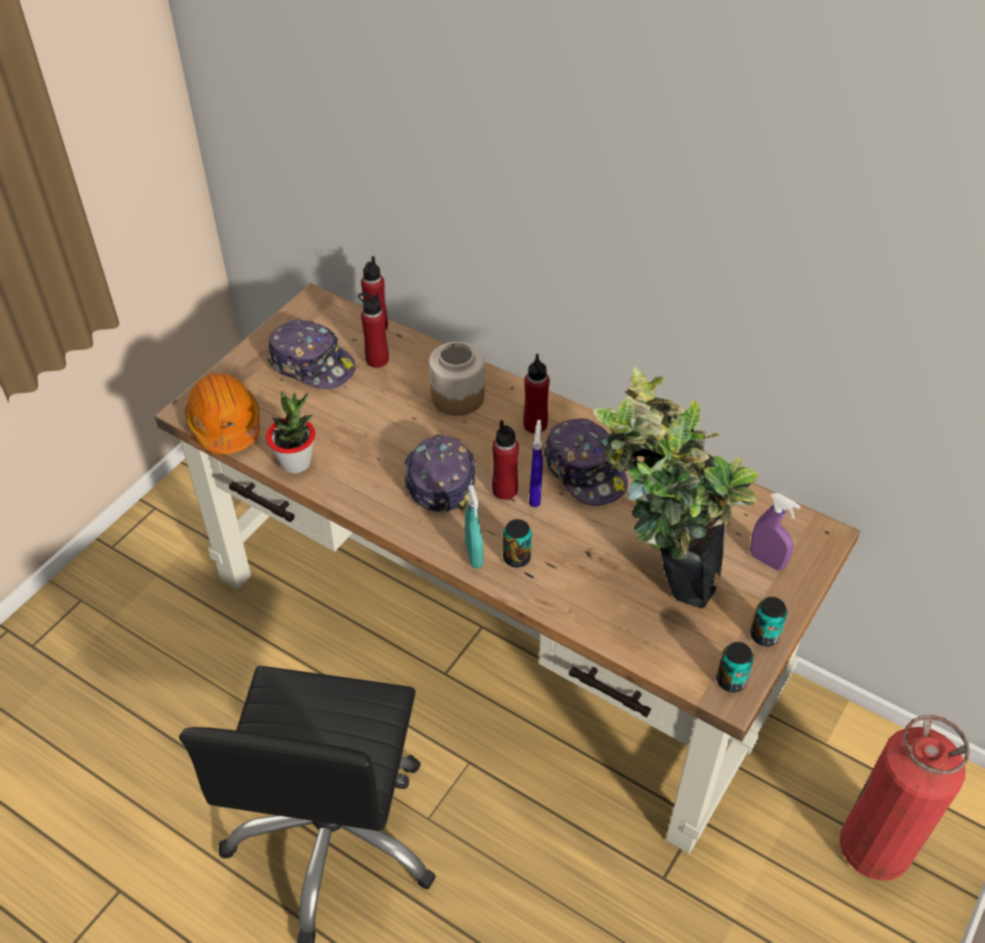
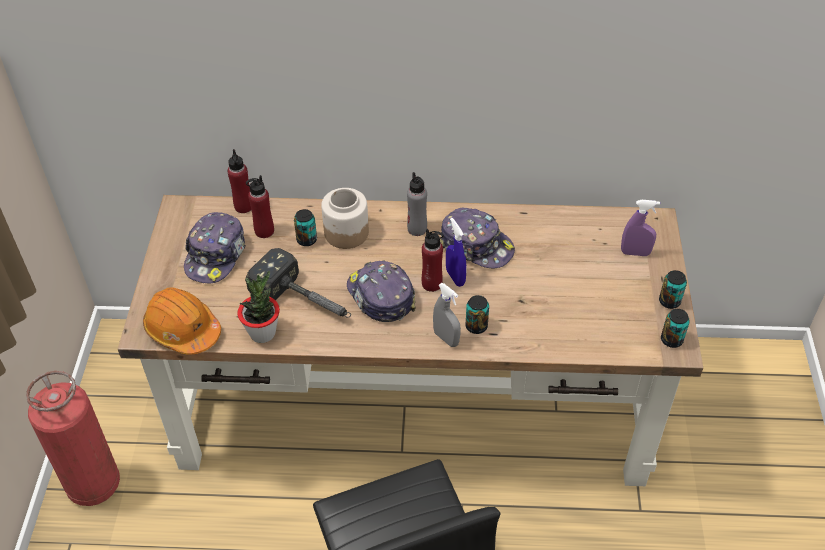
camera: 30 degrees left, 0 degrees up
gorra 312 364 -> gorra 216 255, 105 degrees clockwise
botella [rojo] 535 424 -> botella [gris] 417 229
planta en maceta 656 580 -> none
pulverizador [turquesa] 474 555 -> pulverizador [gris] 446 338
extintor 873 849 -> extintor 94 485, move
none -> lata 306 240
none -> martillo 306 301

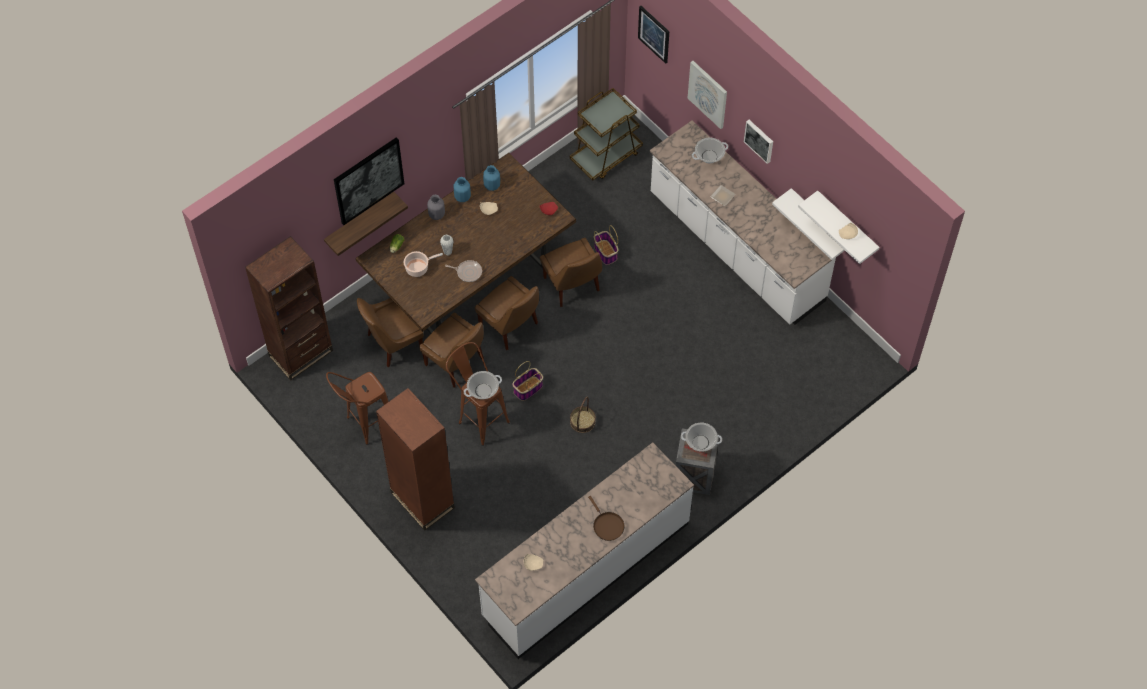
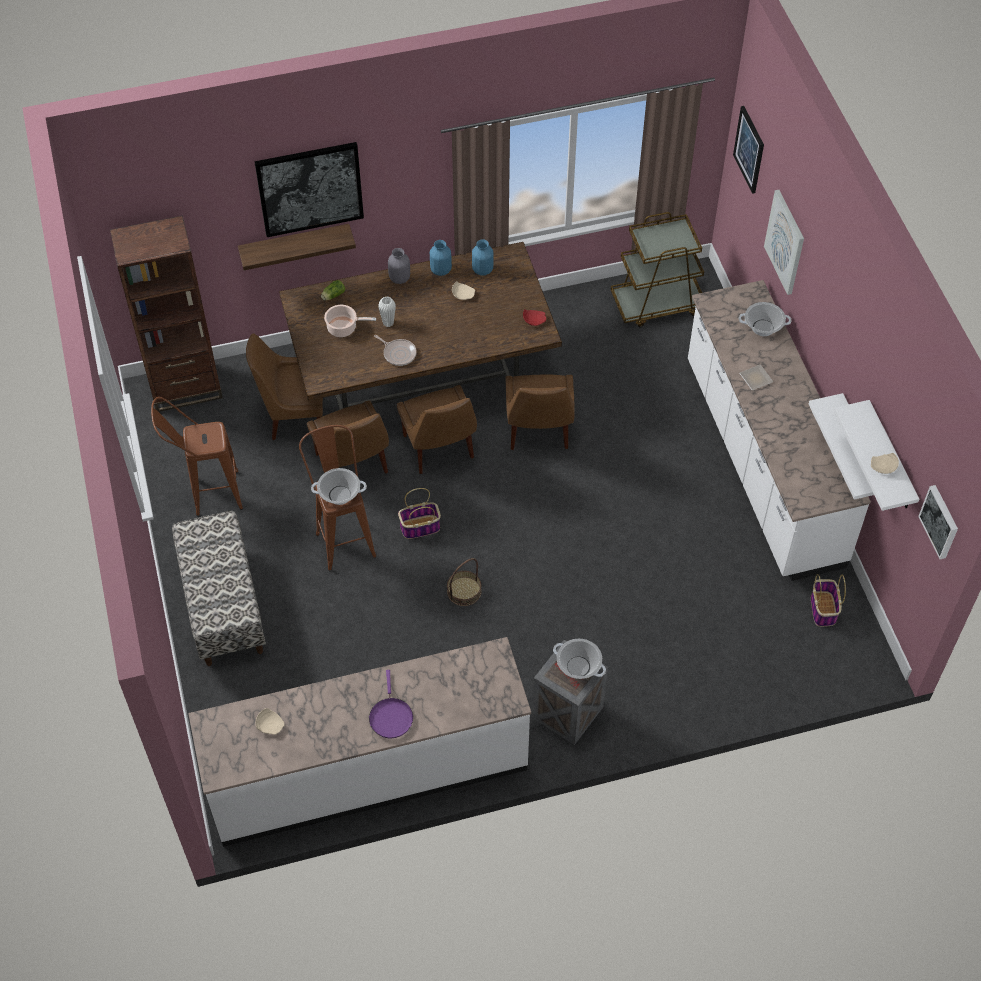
camera: 25 degrees right, 5 degrees down
cuadro 759 140 -> cuadro 940 521, move
cesta 606 252 -> cesta 823 609, move
estantería [marrón] 422 500 -> banco 223 605
sartén [marrón] 607 525 -> sartén [morado] 390 716

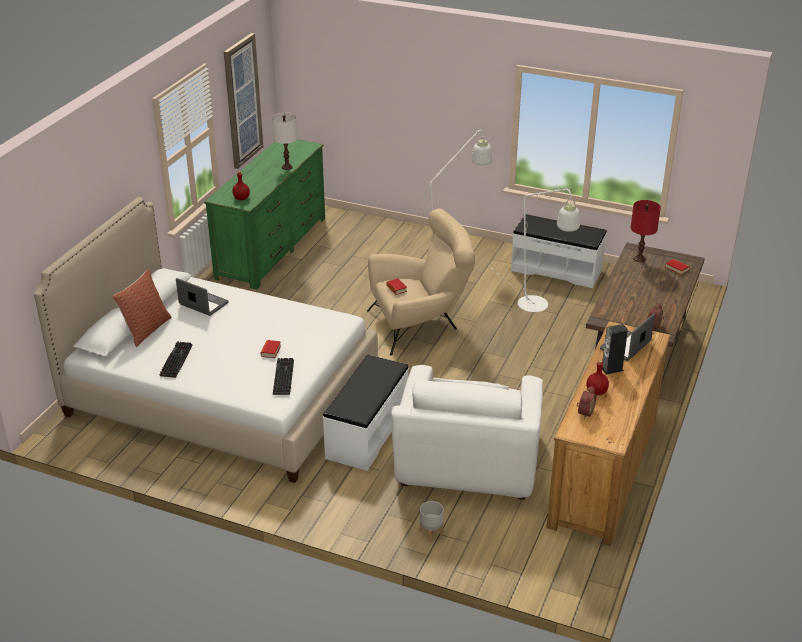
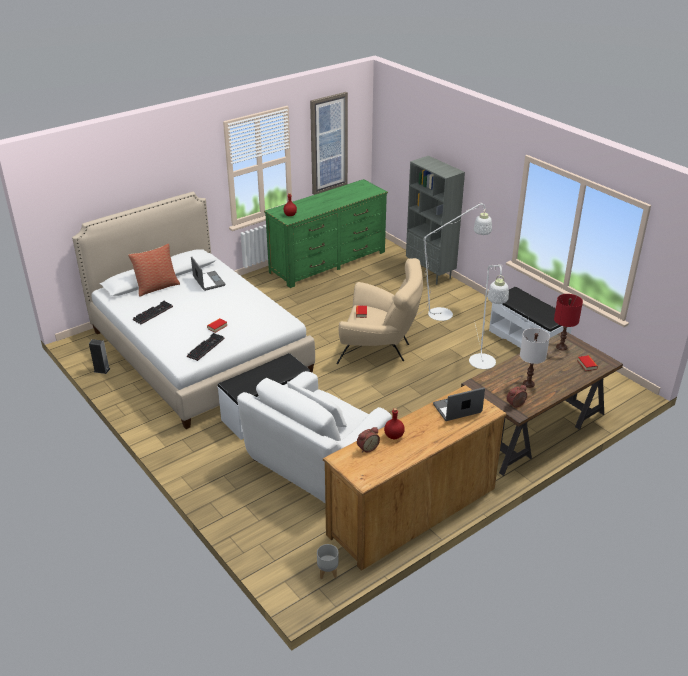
camera: 30 degrees right, 0 degrees up
lámpara de mesa [blanco] 287 167 -> lámpara de mesa [blanco] 528 384, move
altavoz 612 369 -> altavoz 102 370, move
maceta [gris] 430 532 -> maceta [gris] 327 572, move
none -> estantería [gris] 430 273

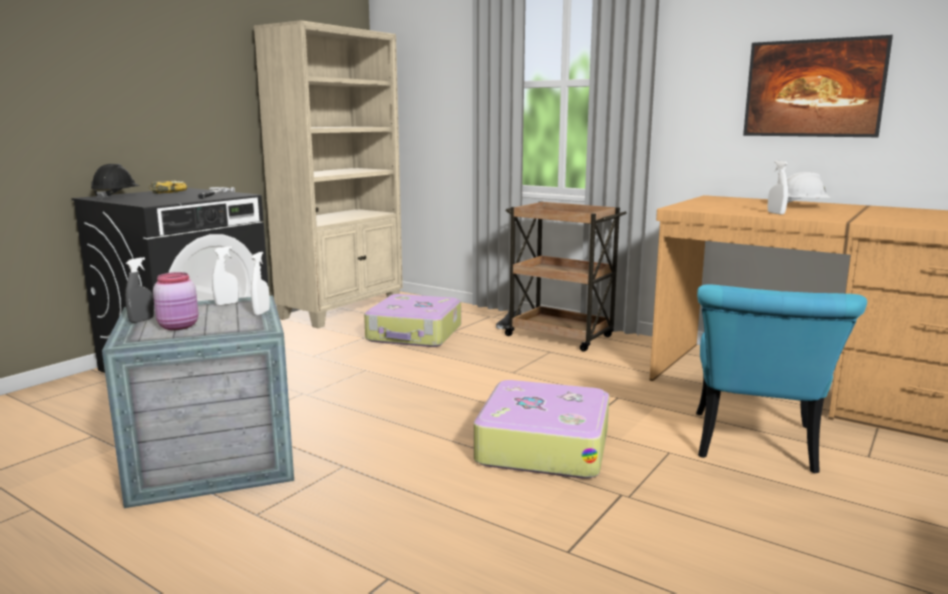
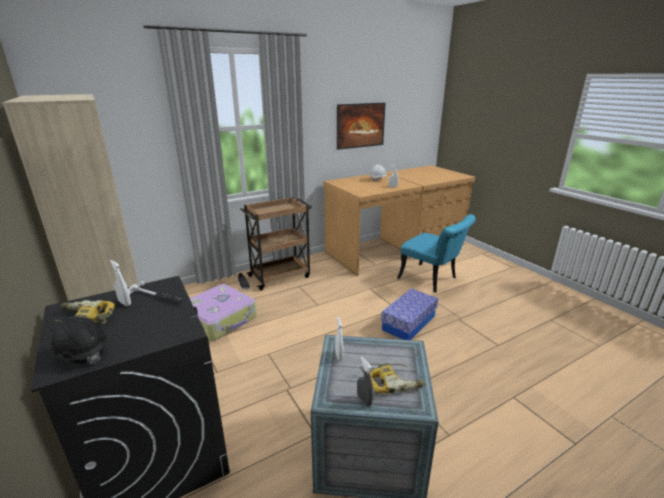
camera: 65 degrees left, 10 degrees up
pulverizador [blanco] 261 312 -> pulverizador [blanco] 125 303, move
tarro [rosa] 179 326 -> taladro 391 381
maleta 542 445 -> caja de almacenaje 409 323

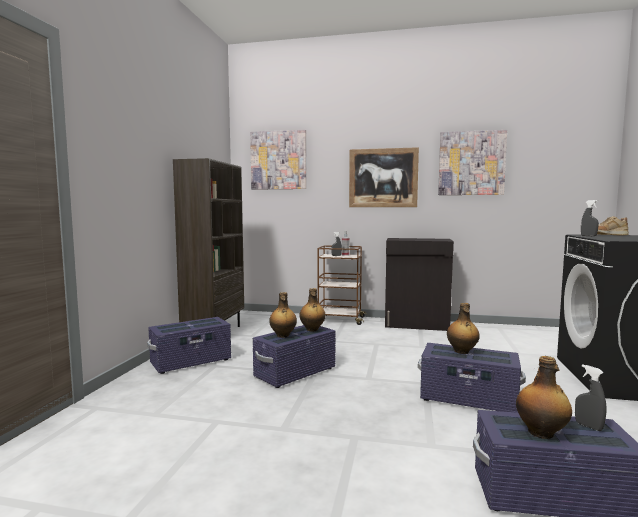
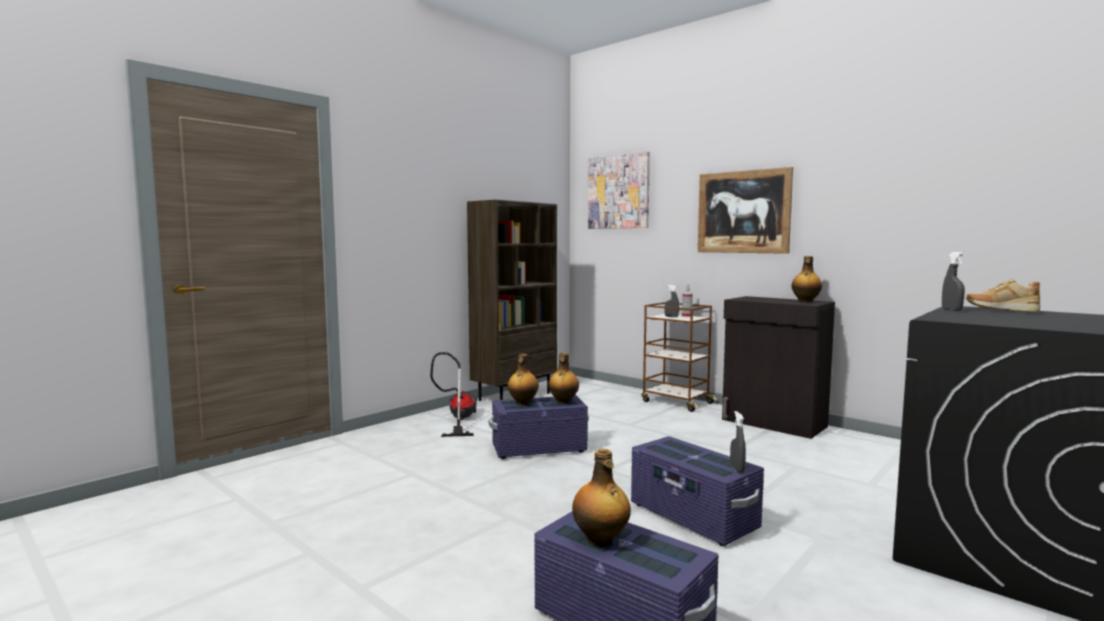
camera: 30 degrees right, 0 degrees up
cuadro 471 163 -> none
botella 462 352 -> botella 805 301, move
caja de almacenaje [morado] 191 362 -> aspiradora 458 420
pulverizador [gris] 588 426 -> pulverizador [gris] 737 469, move

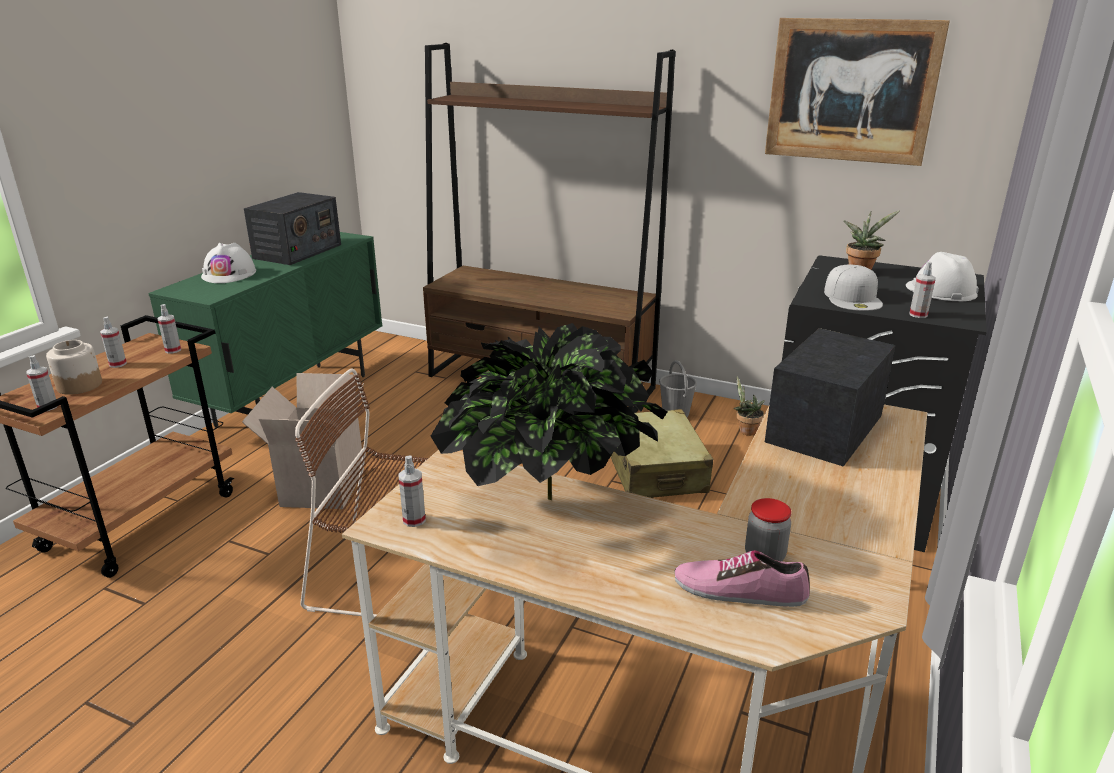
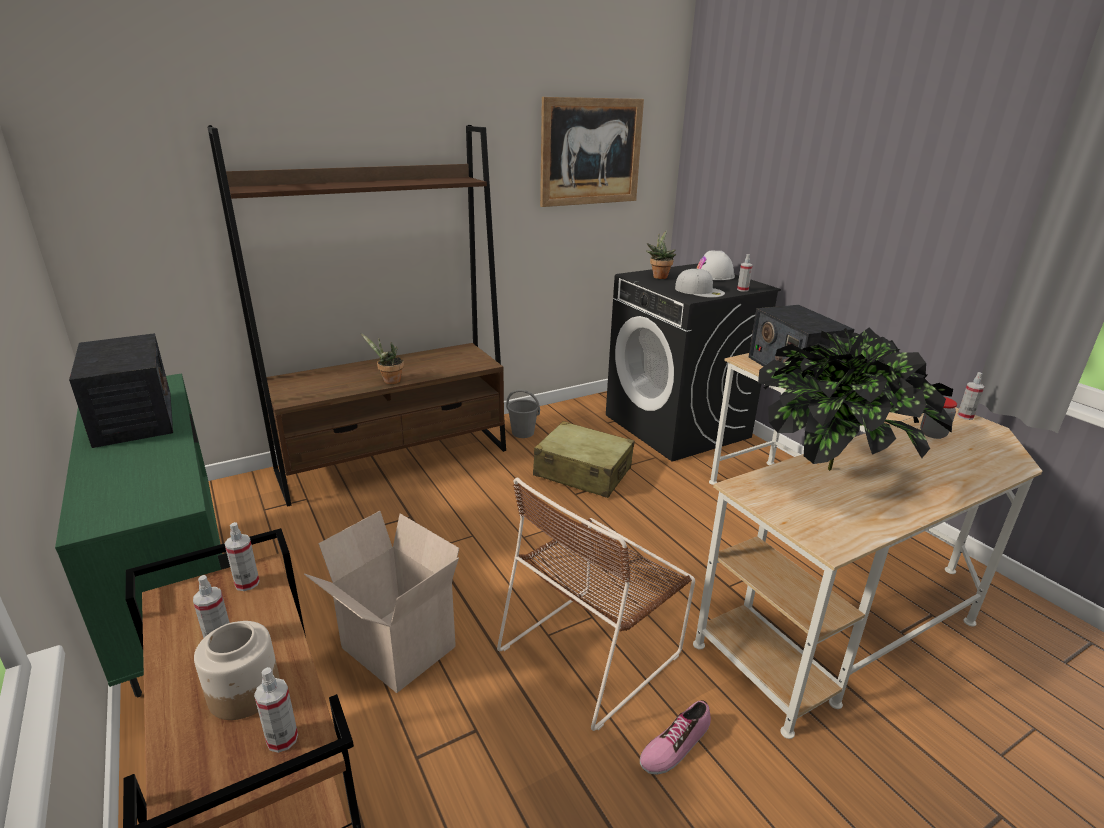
camera: 55 degrees left, 0 degrees up
casco [blanco] 229 274 -> none
planta en maceta 745 430 -> planta en maceta 389 381, move
pulverizador 414 520 -> pulverizador 965 416, move
zapato 739 590 -> zapato 675 744, move

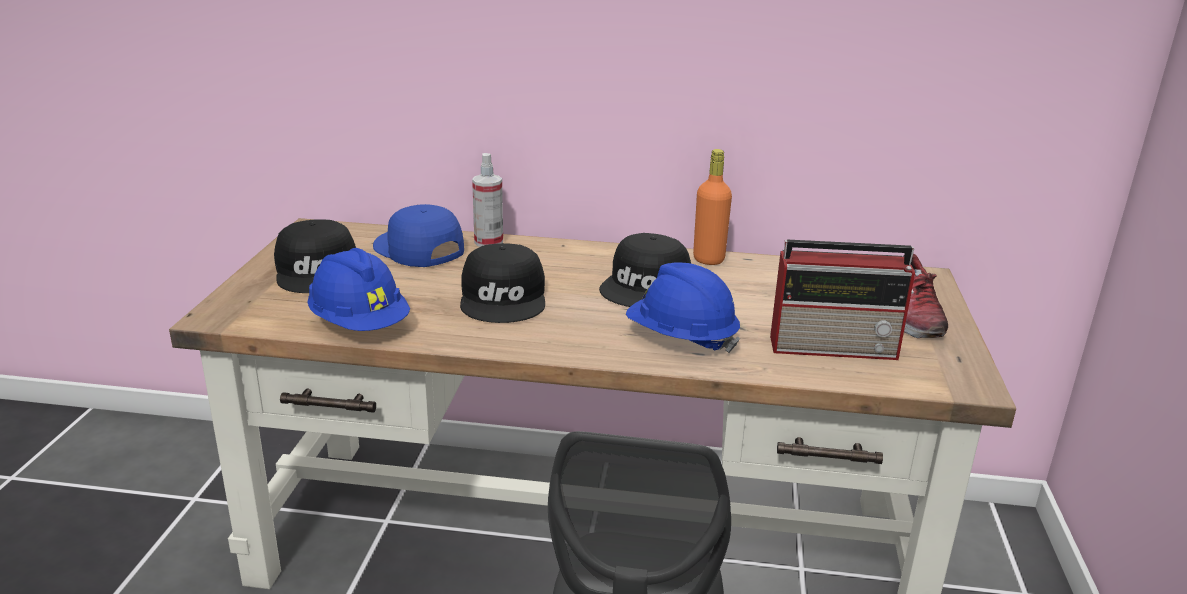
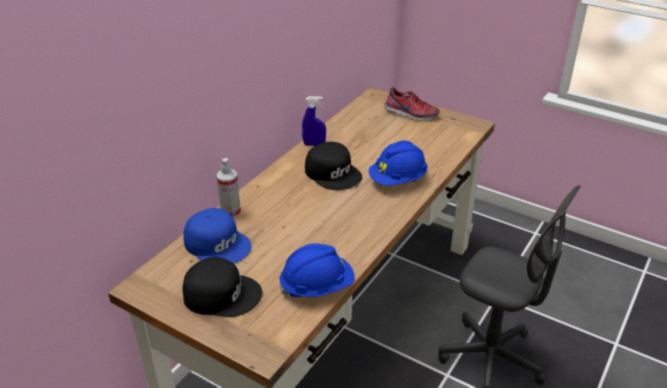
camera: 65 degrees left, 10 degrees up
botella [naranja] 708 259 -> pulverizador [azul] 314 144
gorra [azul] 417 249 -> gorra [azul] 218 243, 120 degrees counterclockwise
radio 836 347 -> none
gorra [negro] 505 298 -> none

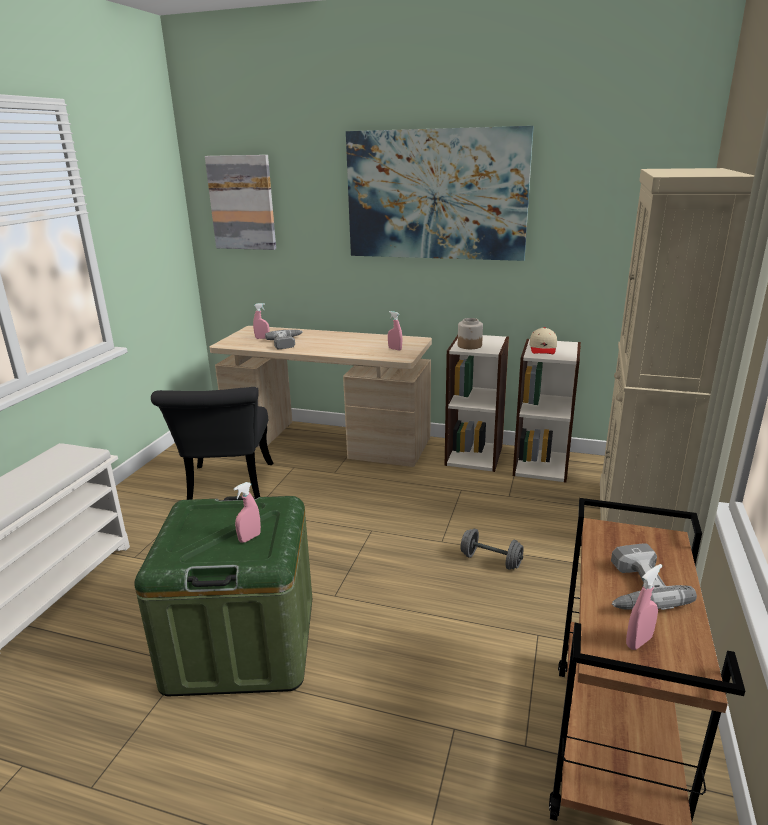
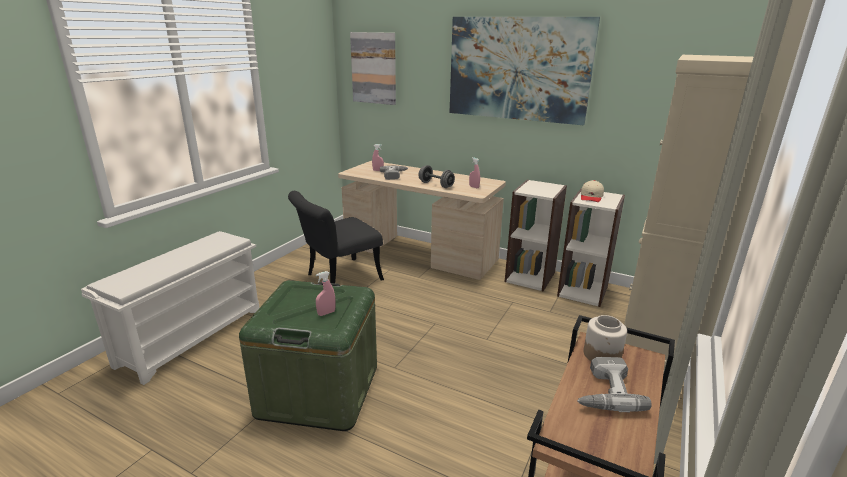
camera: 10 degrees right, 0 degrees up
tarro 470 345 -> tarro 602 354, move
silla [negro] 227 488 -> silla [negro] 338 278, 45 degrees clockwise
mancuerna [gris] 491 560 -> mancuerna [gris] 436 185, move
pulverizador [rosa] 639 641 -> none

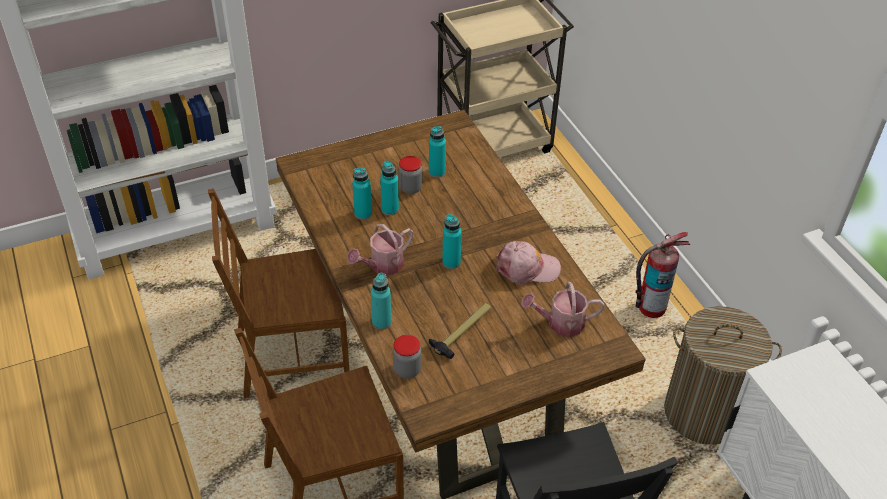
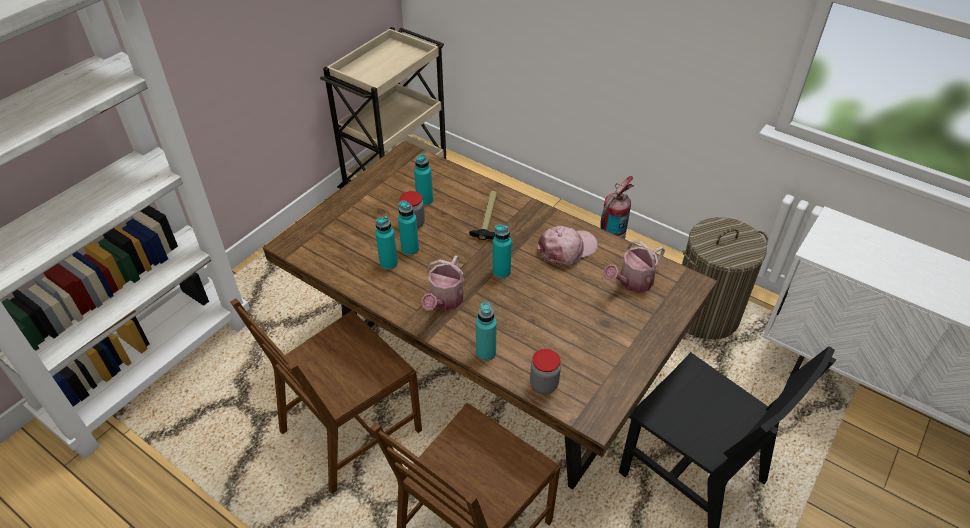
camera: 30 degrees left, 0 degrees up
martillo 462 331 -> martillo 487 218, move

